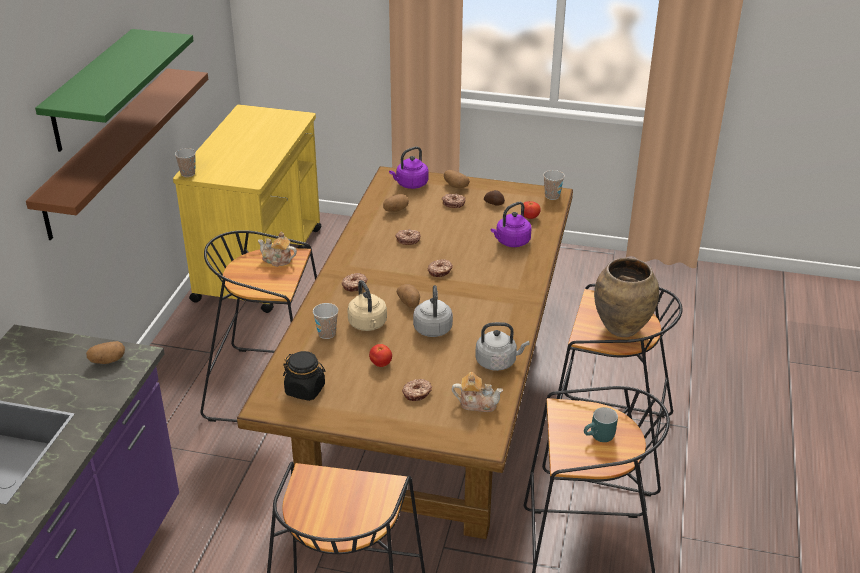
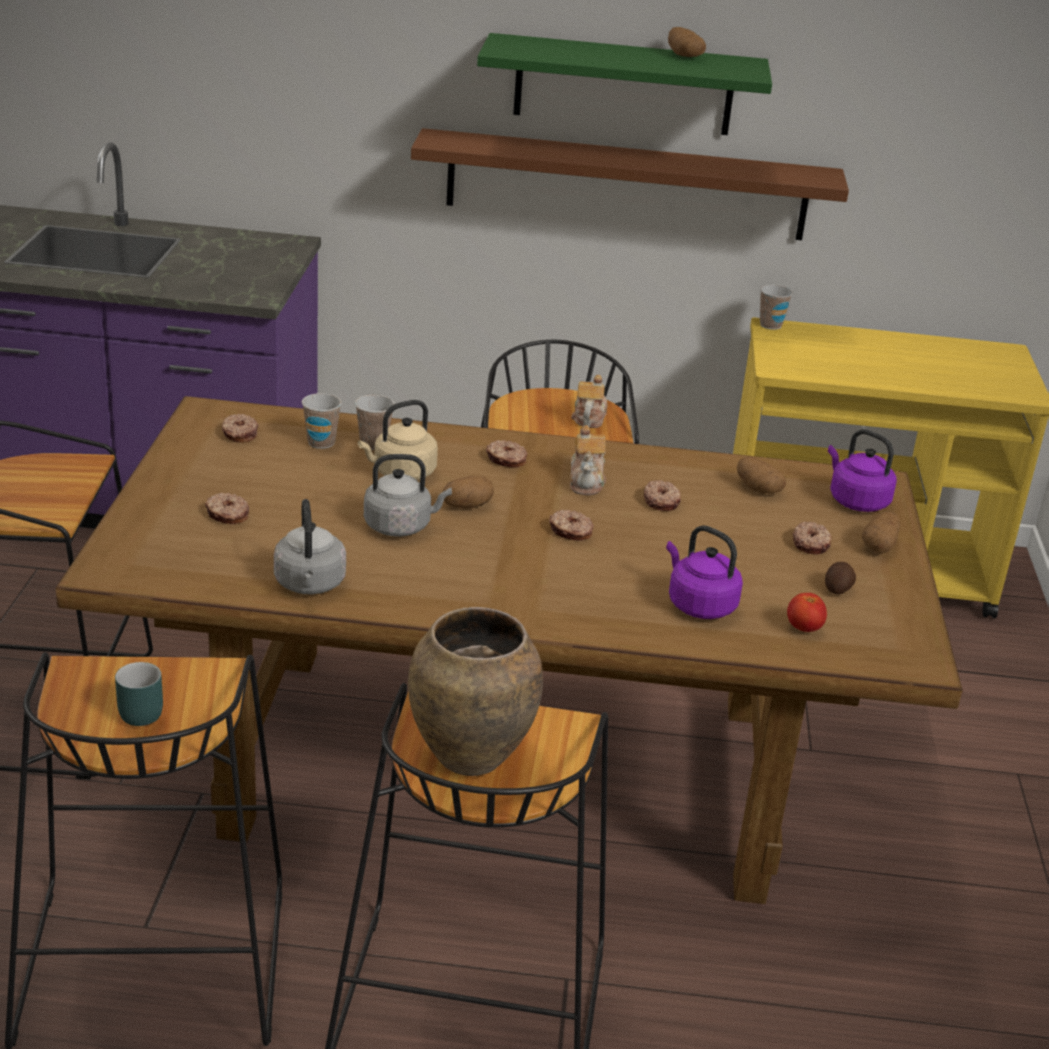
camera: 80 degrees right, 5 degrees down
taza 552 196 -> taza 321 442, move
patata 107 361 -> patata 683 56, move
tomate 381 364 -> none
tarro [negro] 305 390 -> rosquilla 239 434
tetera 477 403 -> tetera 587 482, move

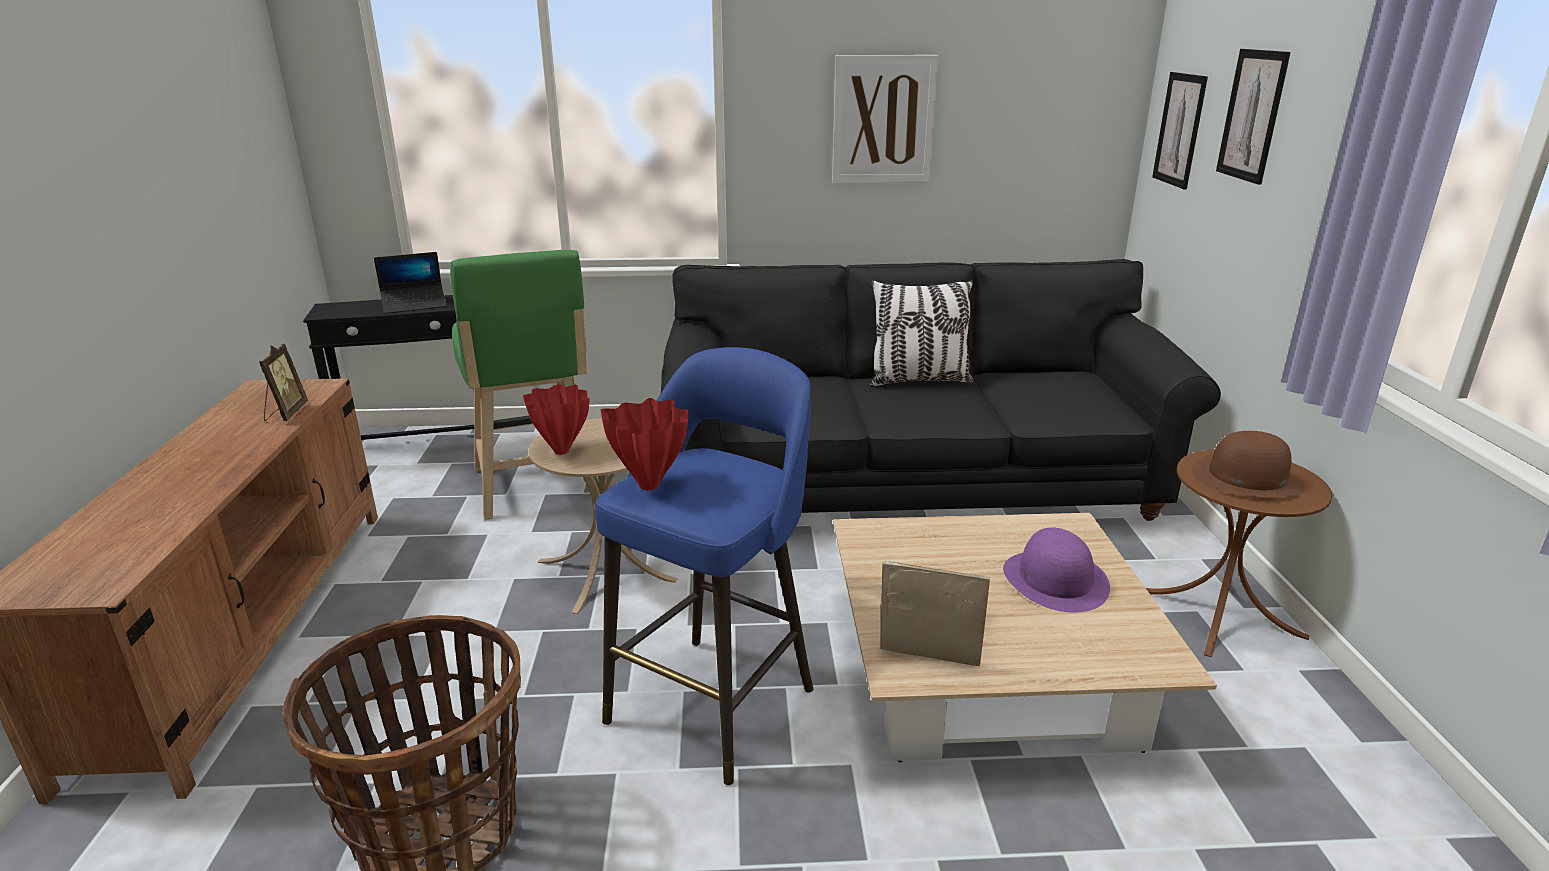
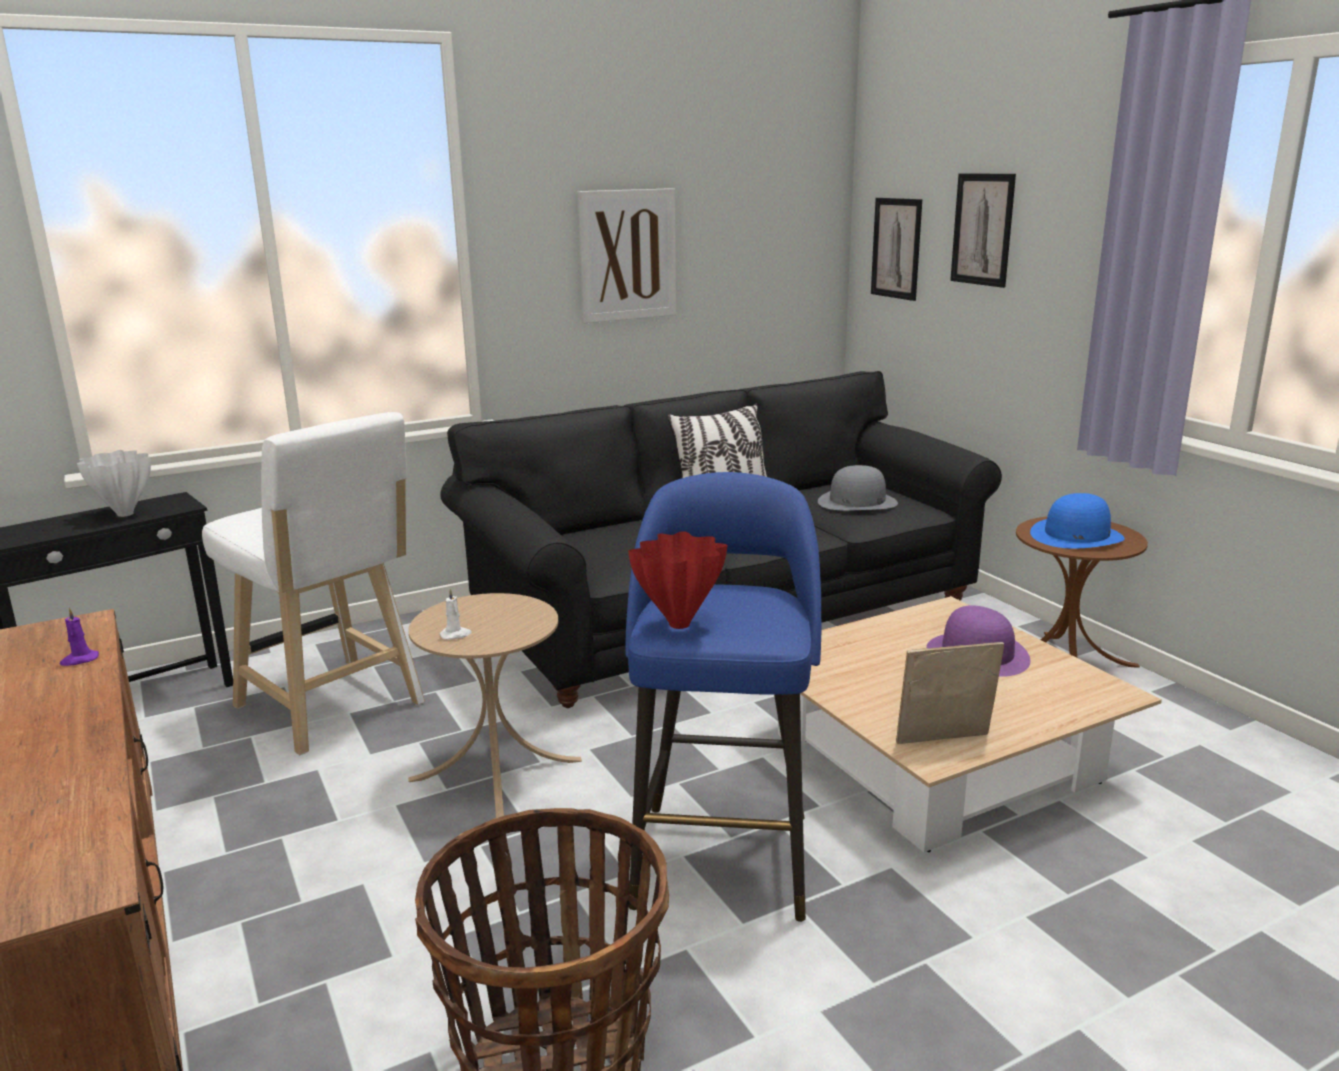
camera: 25 degrees left, 5 degrees down
taburete [verde] 537 488 -> taburete [blanco] 334 709
portátil 414 305 -> florero [blanco] 124 514
portarretratos 285 413 -> vela [morado] 79 660
florero [rojo] 562 450 -> vela [blanco] 456 635
sombrero [marrón] 1246 478 -> sombrero [azul] 1076 536
none -> sombrero [gris] 857 502

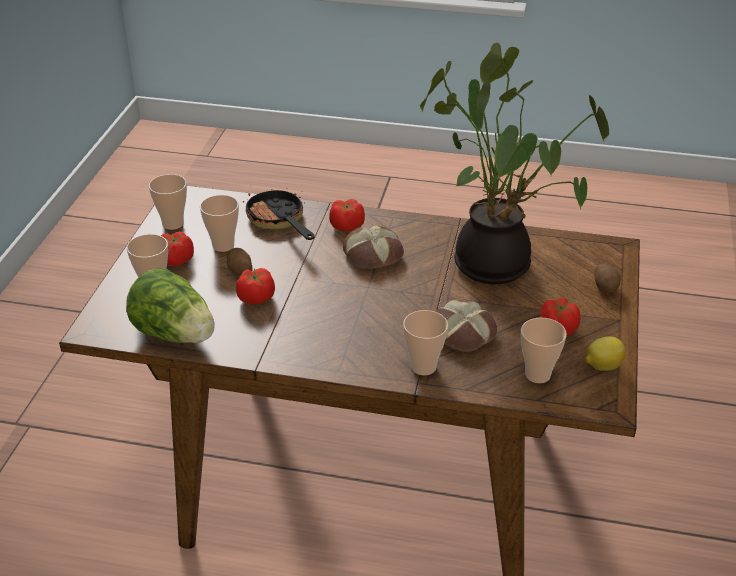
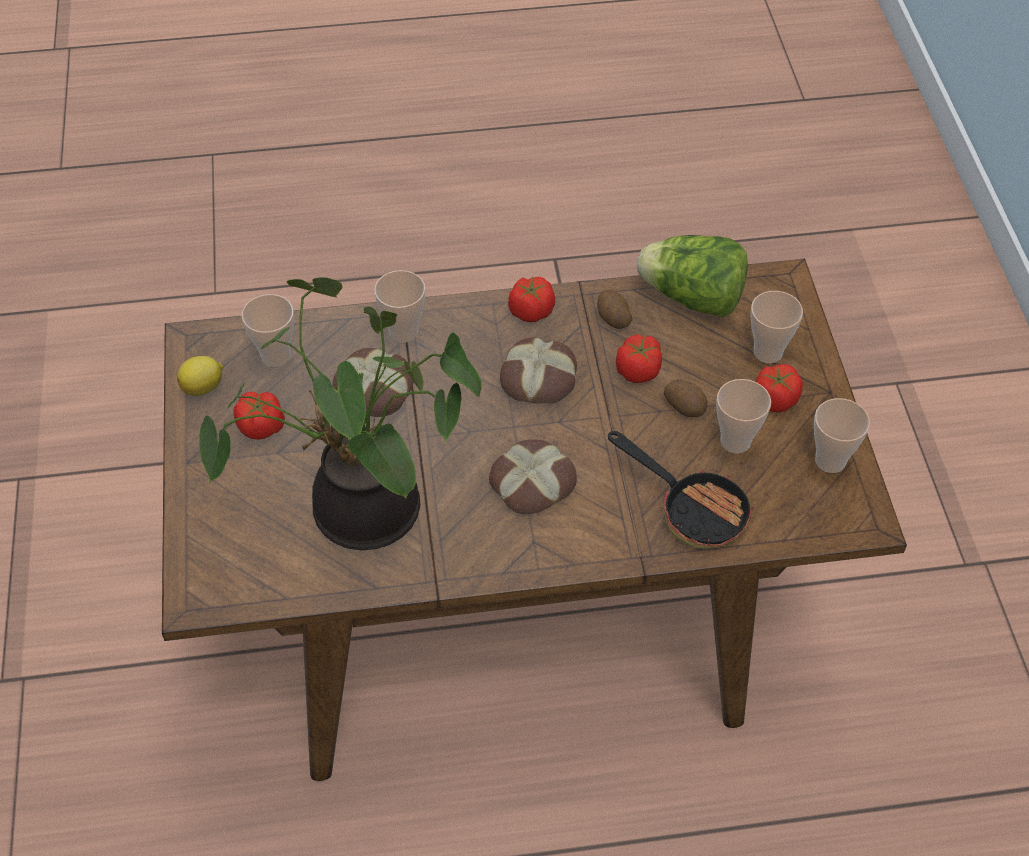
camera: 160 degrees right, 15 degrees up
tomate 347 226 -> tomate 531 311, move
patata 606 287 -> patata 612 318, move
none -> pan 539 378

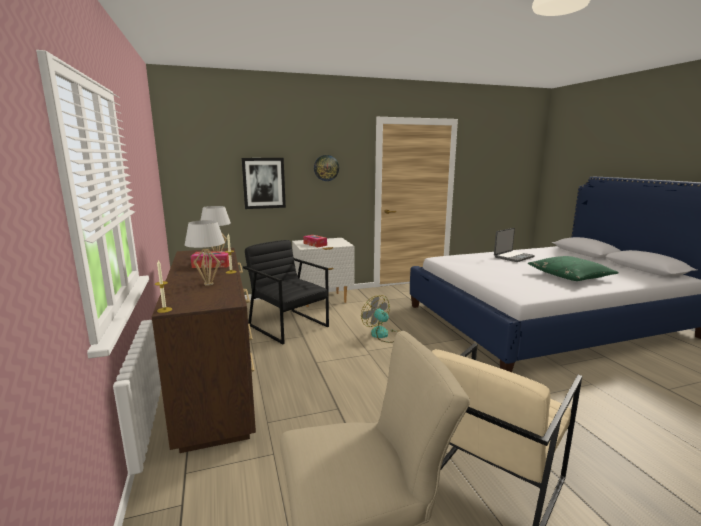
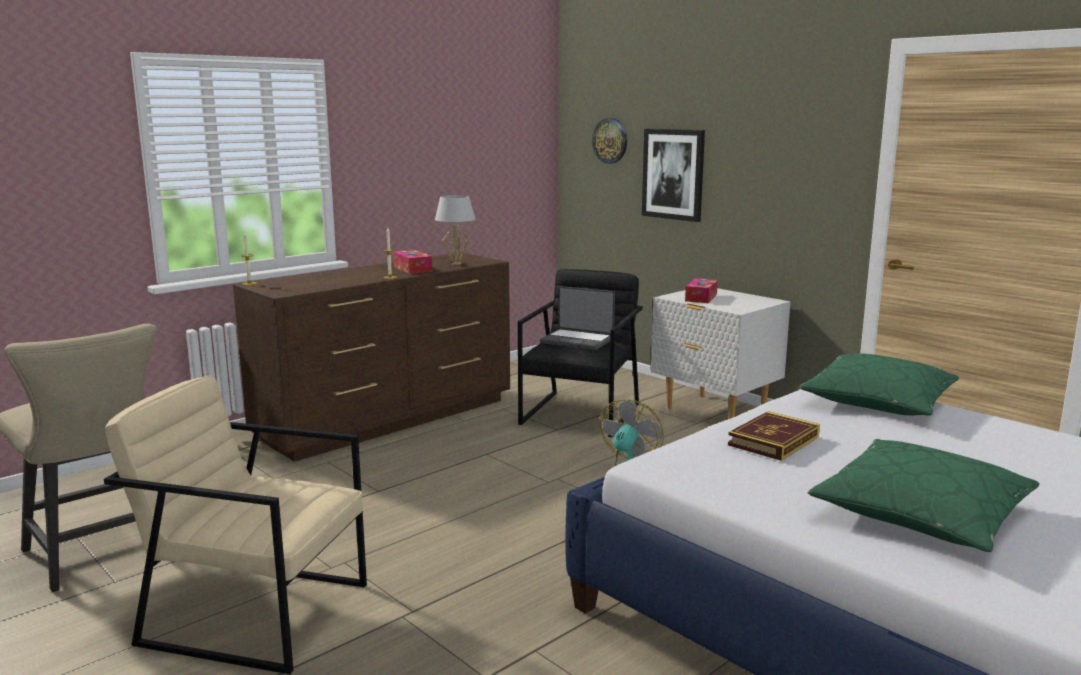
camera: 65 degrees right, 0 degrees up
reloj de pared 326 168 -> reloj de pared 610 140, move
lámpara de mesa [blanco] 208 284 -> none
portátil 513 257 -> portátil 577 340, move
none -> cojín [verde] 878 401
none -> libro 773 441

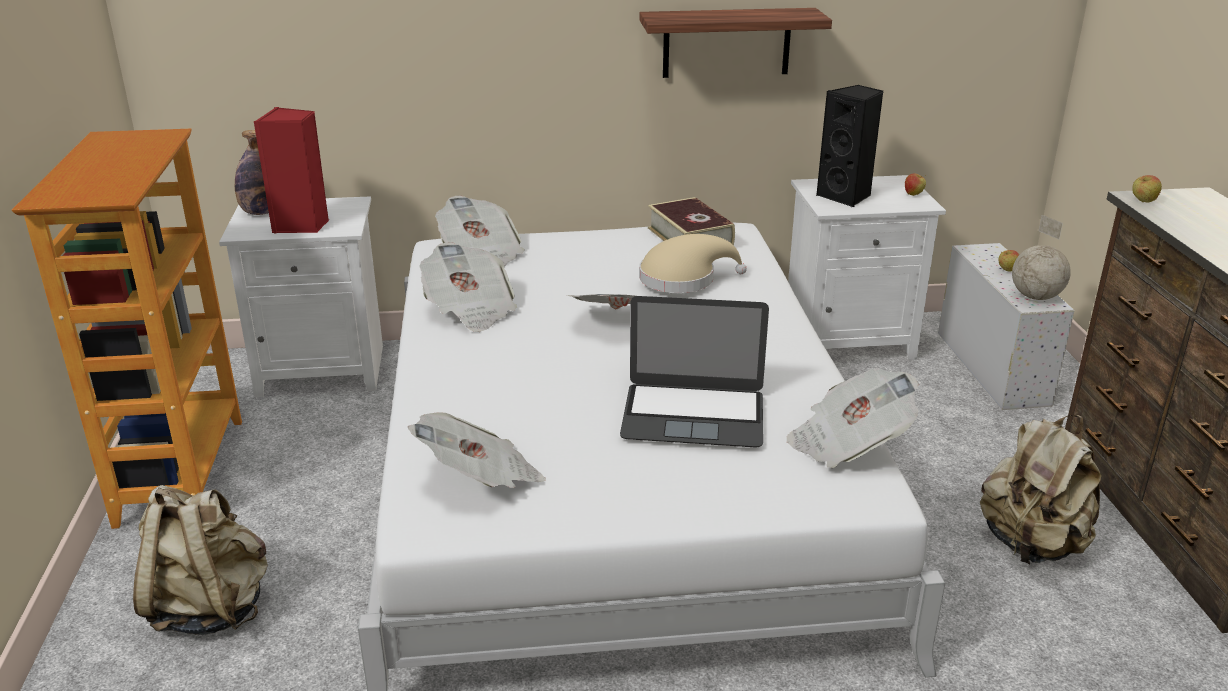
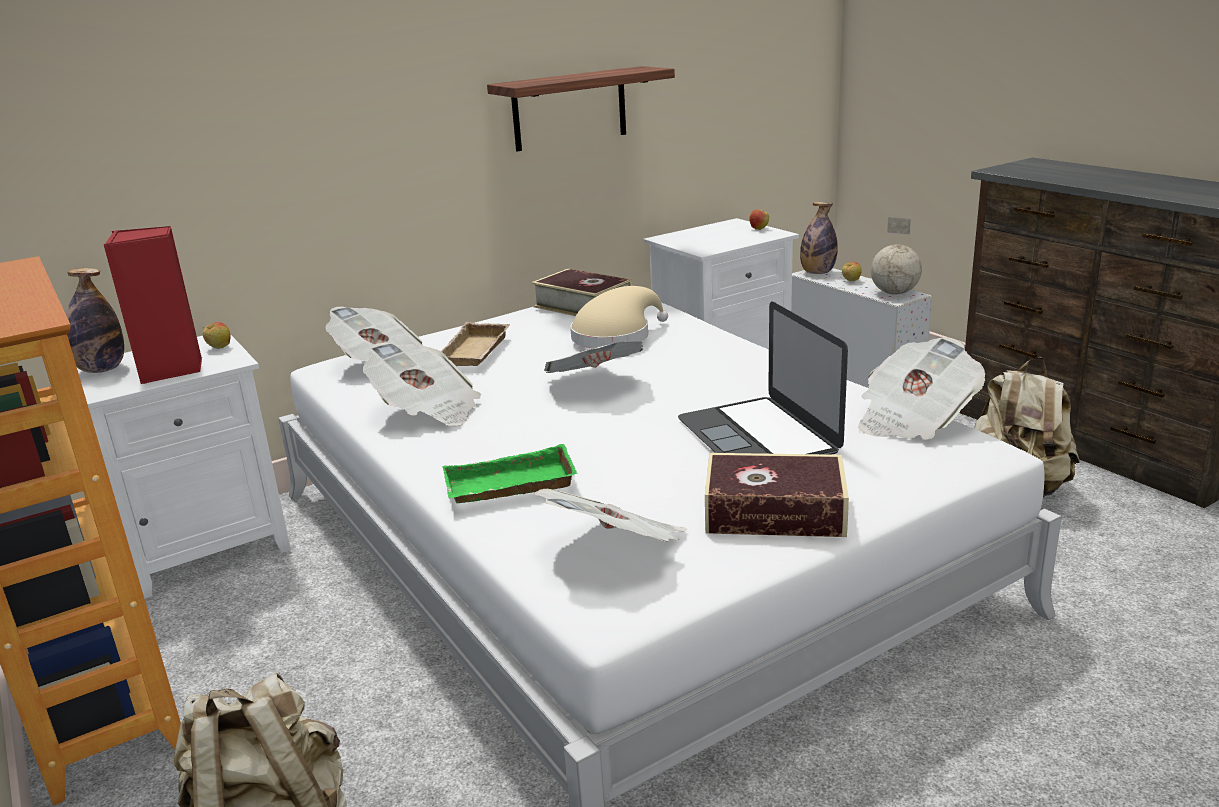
camera: 25 degrees left, 5 degrees down
altavoz [negro] 846 197 -> none
manzana 1143 201 -> manzana 219 348, move
portátil 693 415 -> portátil 757 435, 90 degrees clockwise
none -> botella 817 273
none -> bandeja [beis] 476 352
none -> bandeja [verde] 509 487
none -> libro 774 512

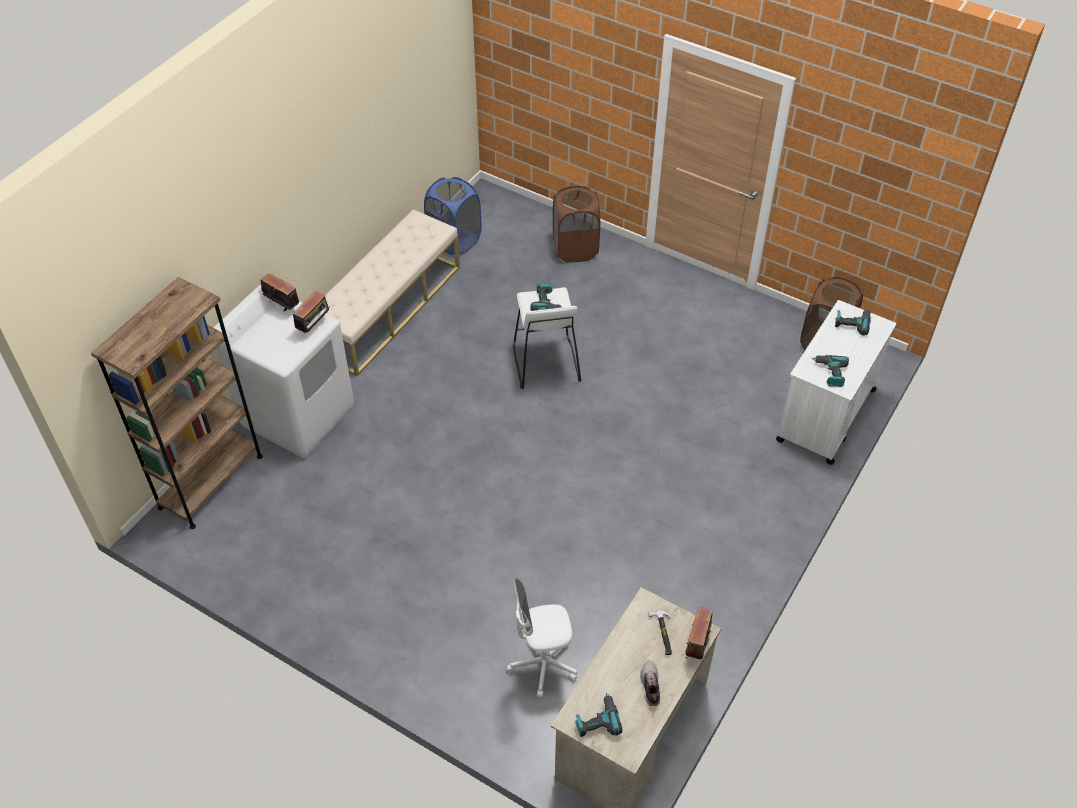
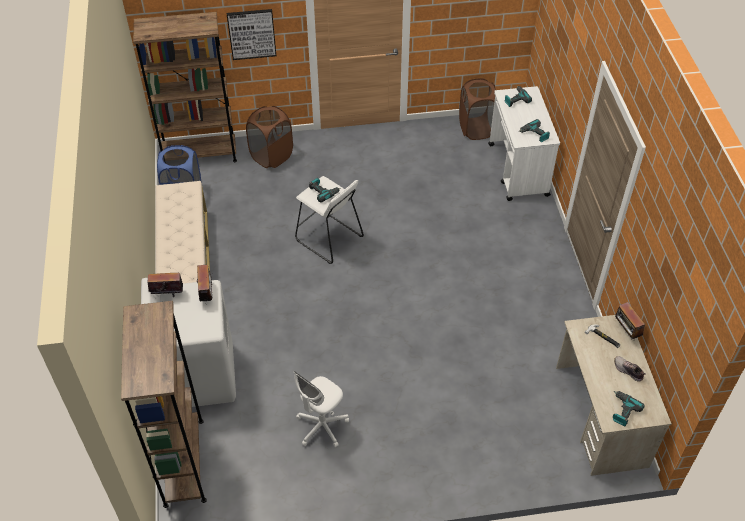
camera: 40 degrees left, 0 degrees up
silla de oficina [blanco] 543 665 -> silla de oficina [blanco] 322 427, move
none -> cuadro 251 33
none -> estantería [marrón] 200 154

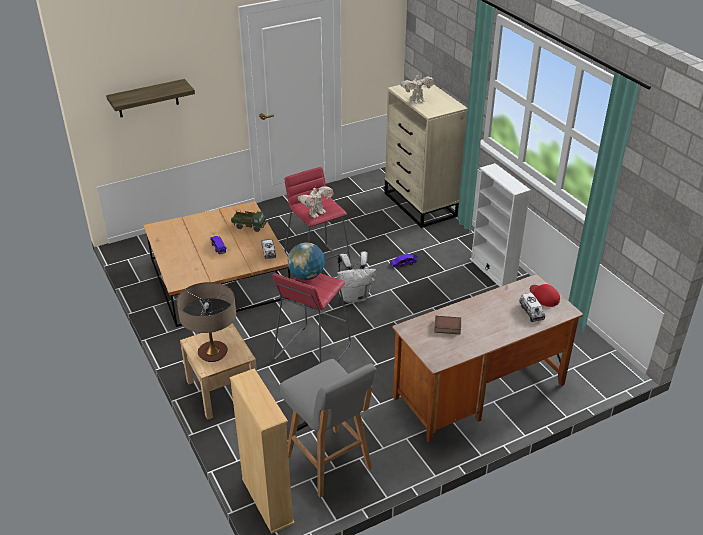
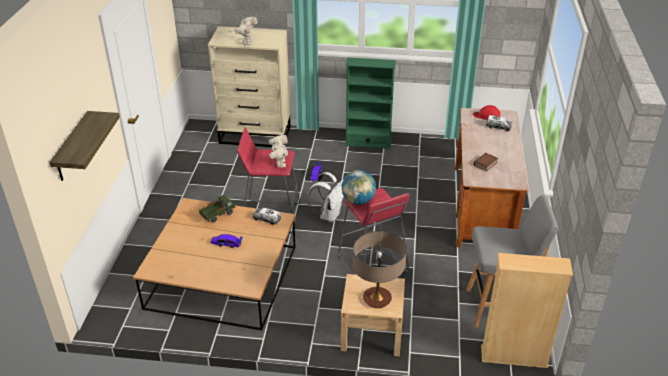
camera: 55 degrees left, 0 degrees up
estantería [blanco] 493 271 -> estantería [verde] 368 143

